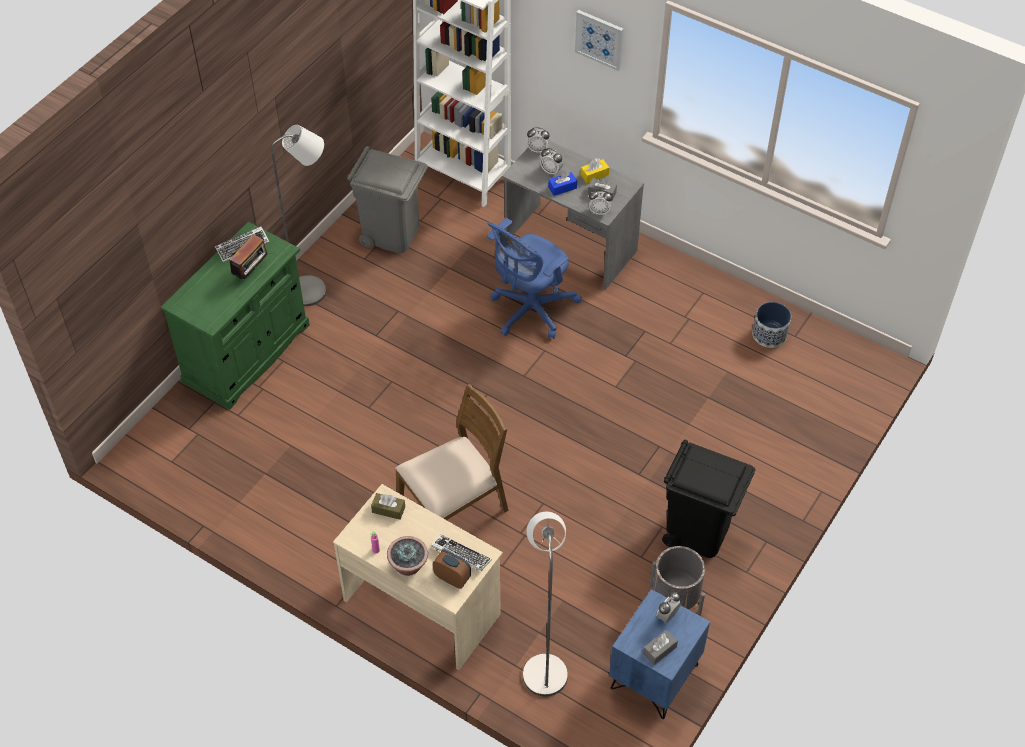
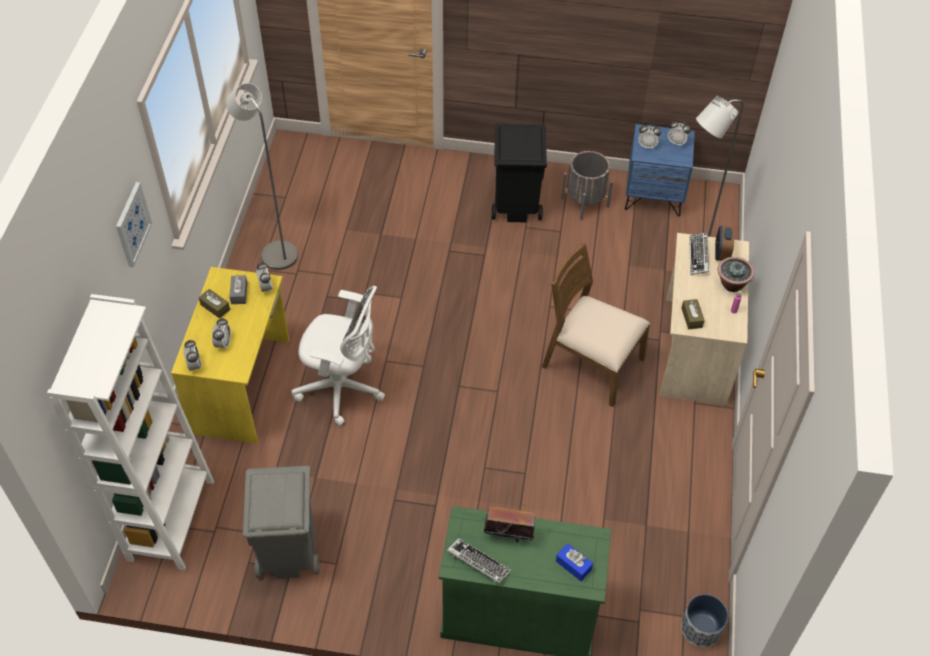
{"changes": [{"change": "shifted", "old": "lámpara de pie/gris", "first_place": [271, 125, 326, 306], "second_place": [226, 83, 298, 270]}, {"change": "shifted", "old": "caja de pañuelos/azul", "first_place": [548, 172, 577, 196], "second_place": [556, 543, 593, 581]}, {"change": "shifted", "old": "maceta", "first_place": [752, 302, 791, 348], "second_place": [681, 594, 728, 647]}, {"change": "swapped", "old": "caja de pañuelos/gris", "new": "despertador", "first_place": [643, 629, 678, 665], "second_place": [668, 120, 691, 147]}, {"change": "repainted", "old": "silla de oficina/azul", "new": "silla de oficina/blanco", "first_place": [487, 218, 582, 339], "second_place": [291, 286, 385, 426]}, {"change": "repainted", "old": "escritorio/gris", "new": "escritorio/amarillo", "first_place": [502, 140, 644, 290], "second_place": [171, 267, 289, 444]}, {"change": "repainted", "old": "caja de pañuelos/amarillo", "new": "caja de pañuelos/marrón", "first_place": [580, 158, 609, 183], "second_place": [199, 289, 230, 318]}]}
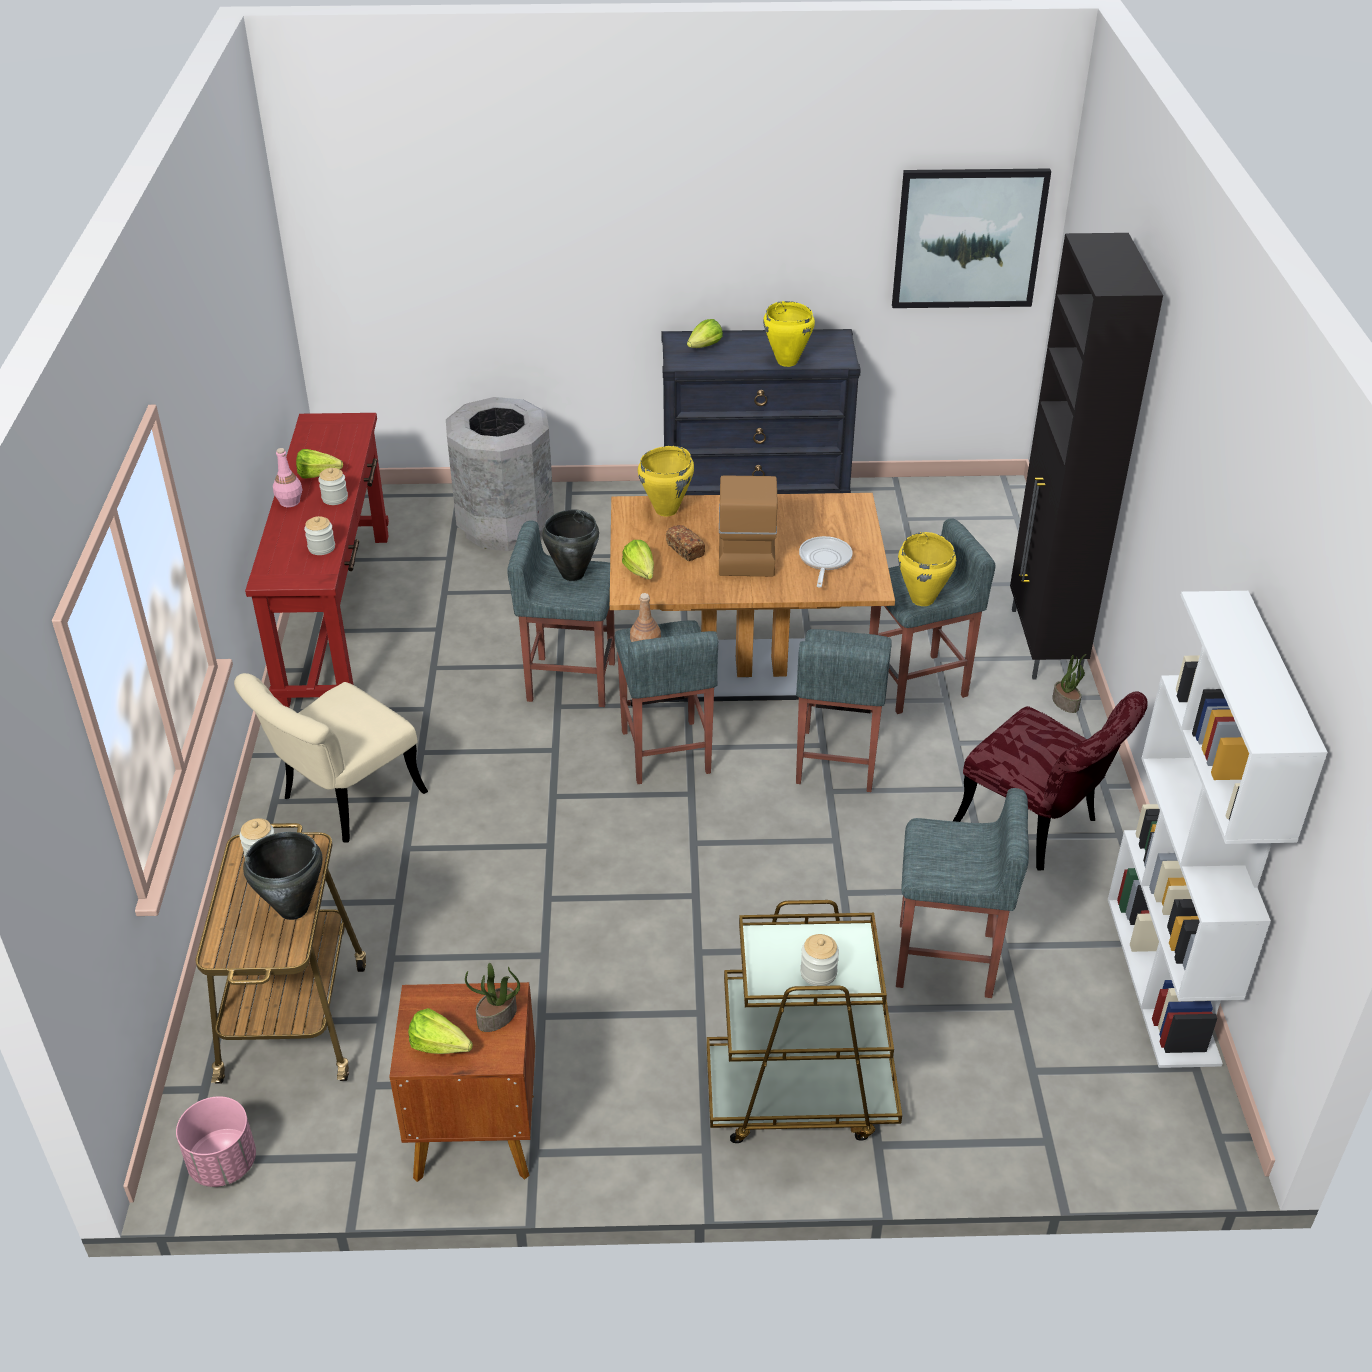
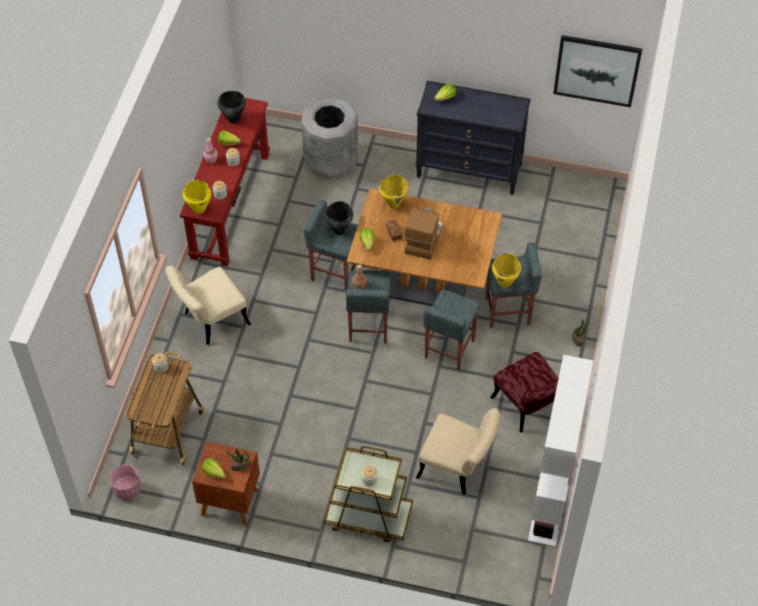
{"changes": [{"change": "gone", "old": "sartén", "first_place": [799, 536, 852, 588]}, {"change": "gone", "old": "armario/negro", "first_place": [1010, 233, 1163, 680]}, {"change": "shifted", "old": "olla/negro", "first_place": [243, 832, 322, 920], "second_place": [217, 91, 246, 123]}, {"change": "shifted", "old": "olla/amarillo", "first_place": [763, 301, 815, 367], "second_place": [183, 180, 211, 214]}, {"change": "swapped", "old": "taburete/gris", "new": "silla/beis", "first_place": [896, 788, 1029, 998], "second_place": [416, 408, 500, 495]}]}
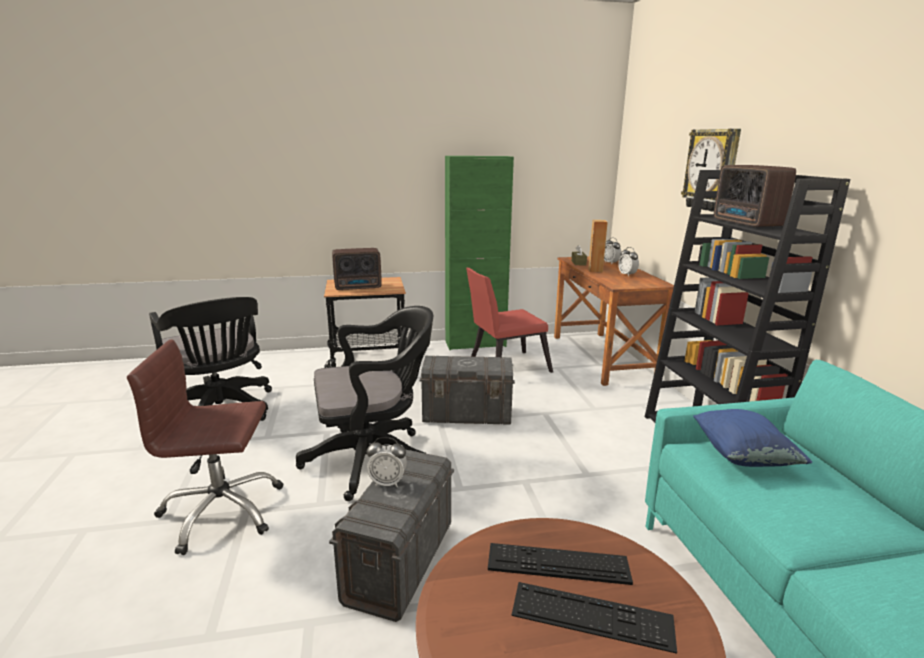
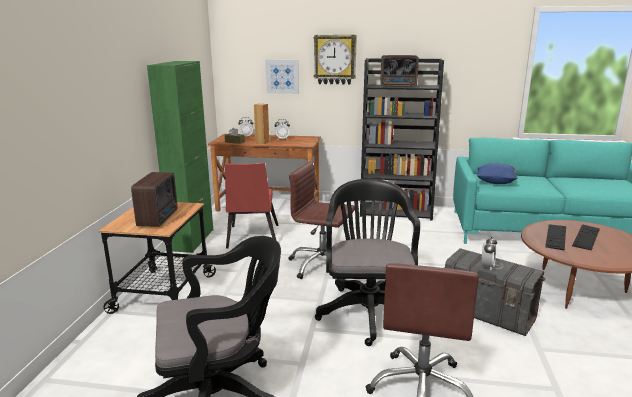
{"changes": [{"change": "new", "new": "cuadro", "second_place": [265, 60, 299, 94]}, {"change": "swapped", "old": "caja de almacenaje/gris", "new": "silla de oficina/marrón", "first_place": [420, 356, 515, 425], "second_place": [289, 161, 355, 279]}]}
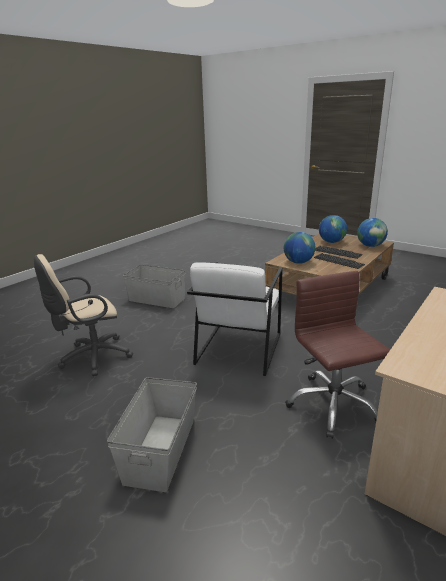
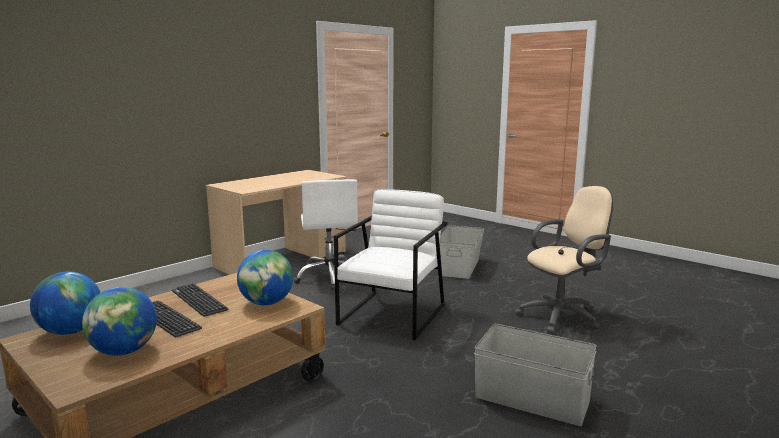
{"changes": [{"change": "repainted", "old": "silla de oficina/marrón", "new": "silla de oficina/blanco", "first_place": [285, 271, 390, 439], "second_place": [294, 179, 358, 290]}]}
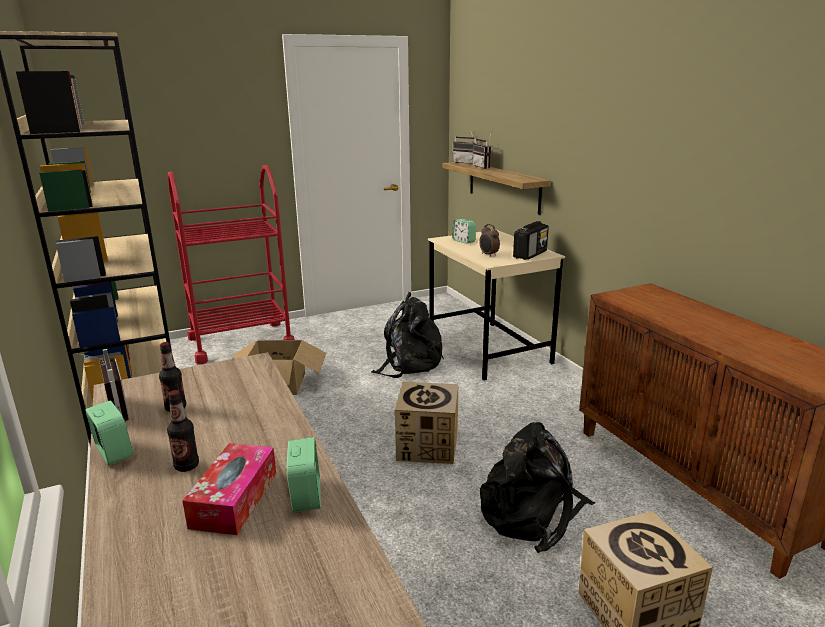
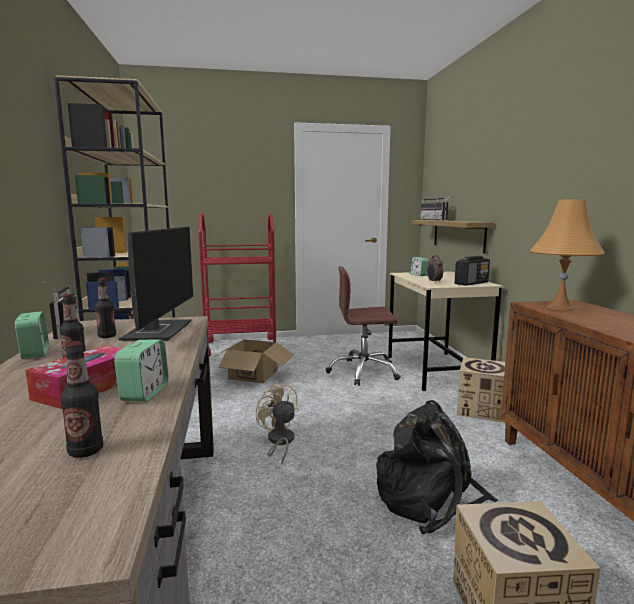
{"changes": [{"change": "new", "new": "botella", "second_place": [61, 341, 103, 458]}, {"change": "new", "new": "monitor", "second_place": [119, 226, 193, 341]}, {"change": "new", "new": "ventilador/beis", "second_place": [255, 382, 299, 465]}, {"change": "new", "new": "lámpara de mesa/naranja", "second_place": [530, 199, 604, 310]}, {"change": "shifted", "old": "caja de cartón", "first_place": [395, 382, 458, 464], "second_place": [457, 357, 506, 423]}, {"change": "swapped", "old": "mochila/negro", "new": "silla de oficina/marrón", "first_place": [371, 292, 444, 378], "second_place": [326, 266, 401, 386]}]}
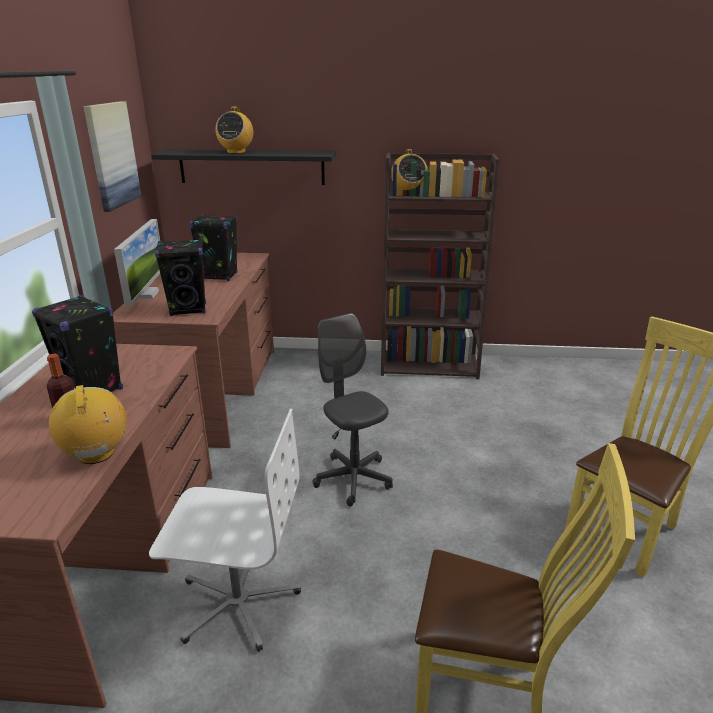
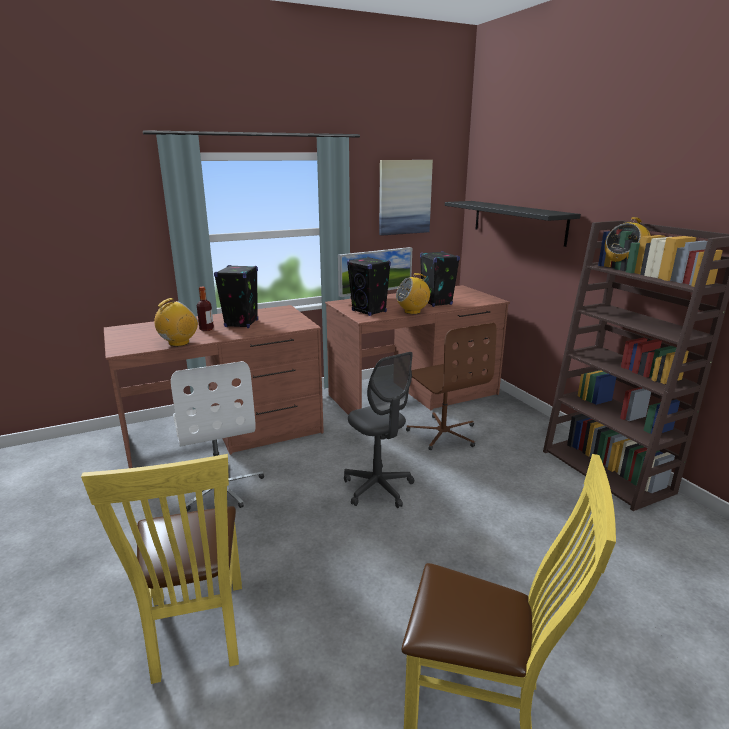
{"changes": [{"change": "new", "new": "silla de oficina/marrón", "second_place": [406, 323, 497, 450]}, {"change": "shifted", "old": "radio", "first_place": [215, 106, 253, 154], "second_place": [396, 273, 430, 314]}, {"change": "rotated", "old": "silla de oficina/gris", "first_place": [312, 313, 393, 507], "second_place": [344, 352, 414, 508], "degrees": 120}]}
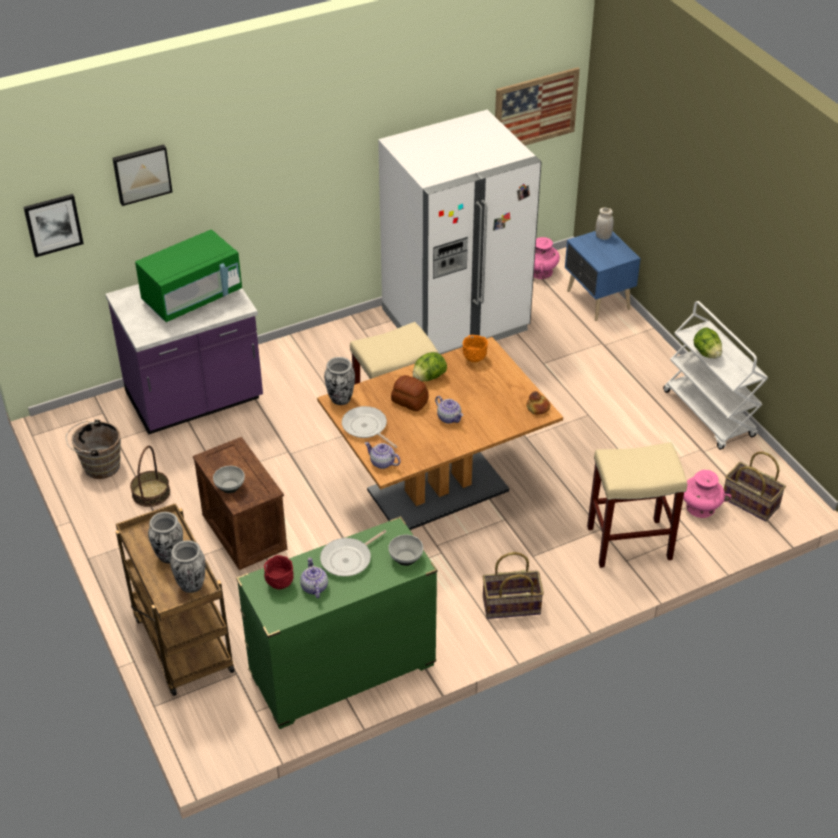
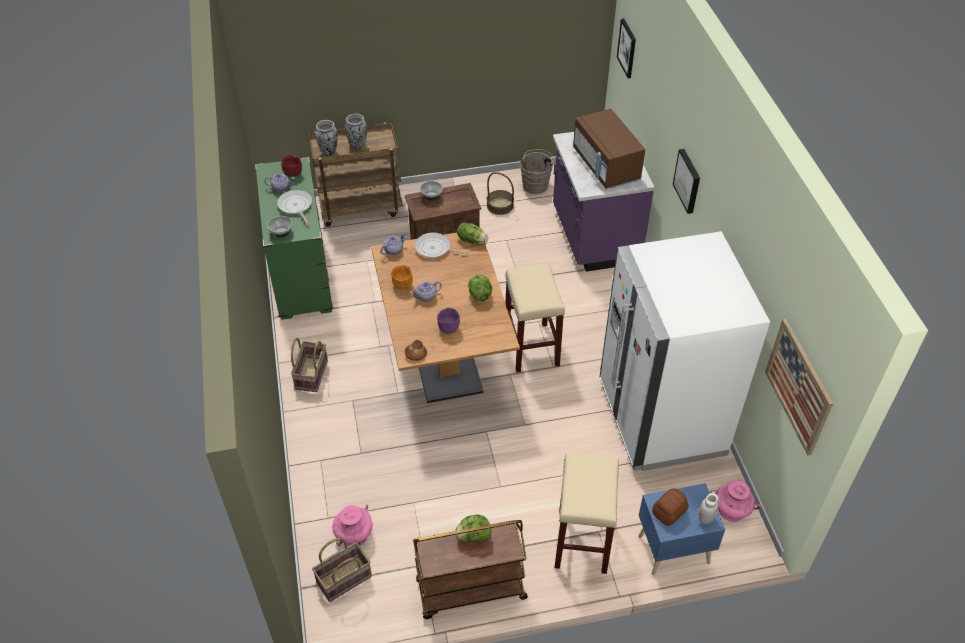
{"changes": [{"change": "new", "new": "cuenco/morado", "second_place": [437, 308, 460, 334]}, {"change": "shifted", "old": "cuadro", "first_place": [112, 144, 172, 206], "second_place": [672, 149, 700, 214]}, {"change": "shifted", "old": "pan", "first_place": [391, 375, 429, 411], "second_place": [652, 488, 689, 526]}, {"change": "shifted", "old": "cuenco/naranja", "first_place": [463, 335, 488, 363], "second_place": [391, 265, 413, 290]}, {"change": "shifted", "old": "taburete/beis", "first_place": [587, 442, 687, 568], "second_place": [555, 453, 619, 574]}, {"change": "swapped", "old": "florero", "new": "lechuga", "first_place": [324, 357, 355, 405], "second_place": [457, 222, 488, 244]}, {"change": "repainted", "old": "microondas/verde", "new": "microondas/marrón", "first_place": [135, 230, 242, 322], "second_place": [573, 109, 645, 189]}, {"change": "repainted", "old": "carrito/blanco", "new": "carrito/marrón", "first_place": [663, 301, 768, 450], "second_place": [413, 520, 528, 619]}, {"change": "rotated", "old": "sartén", "first_place": [342, 406, 398, 448], "second_place": [415, 233, 469, 258], "degrees": -135}]}
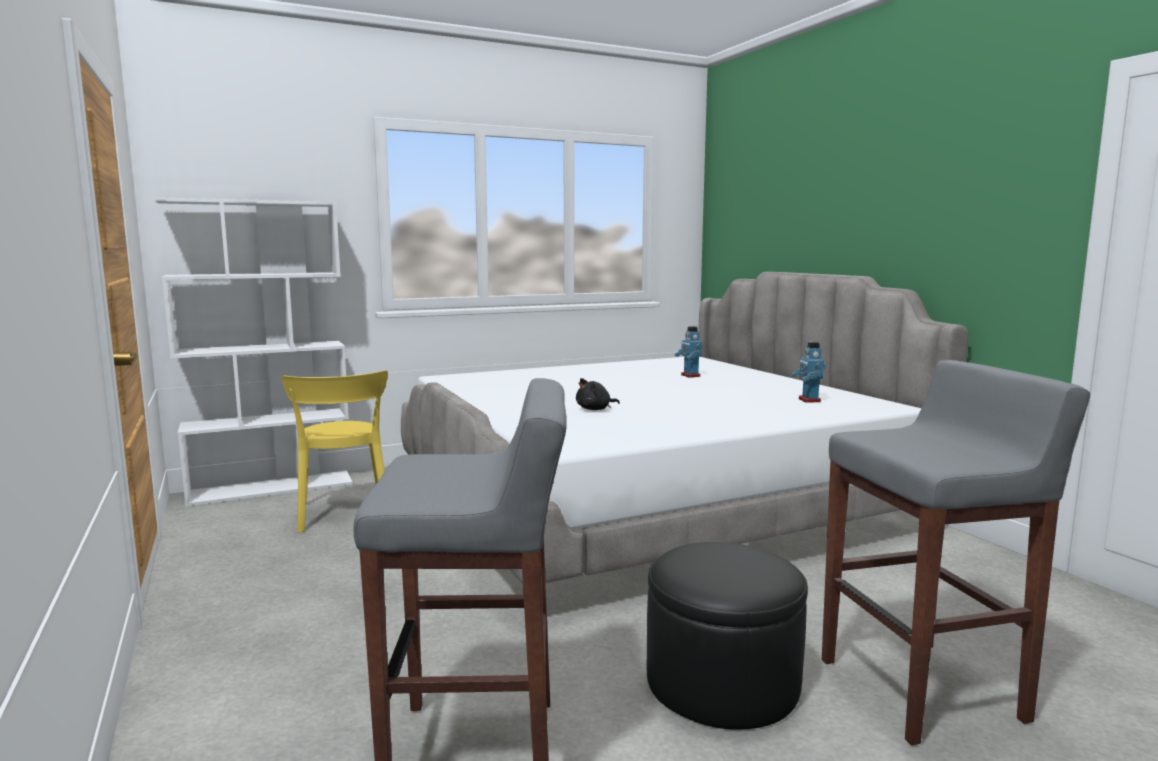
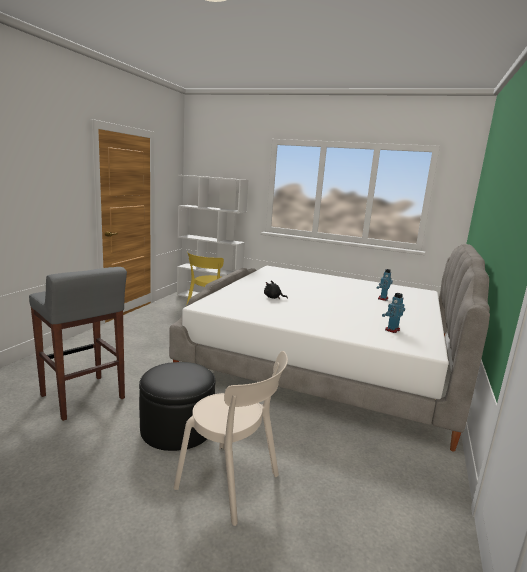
{"changes": [{"change": "swapped", "old": "taburete/gris", "new": "silla/beis", "first_place": [822, 360, 1090, 745], "second_place": [174, 351, 288, 526]}]}
